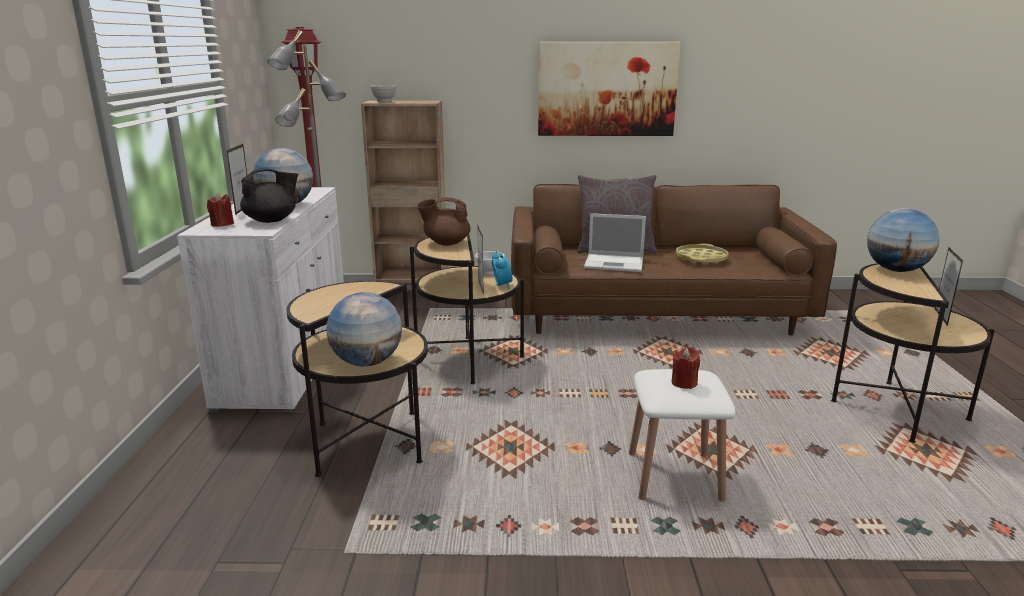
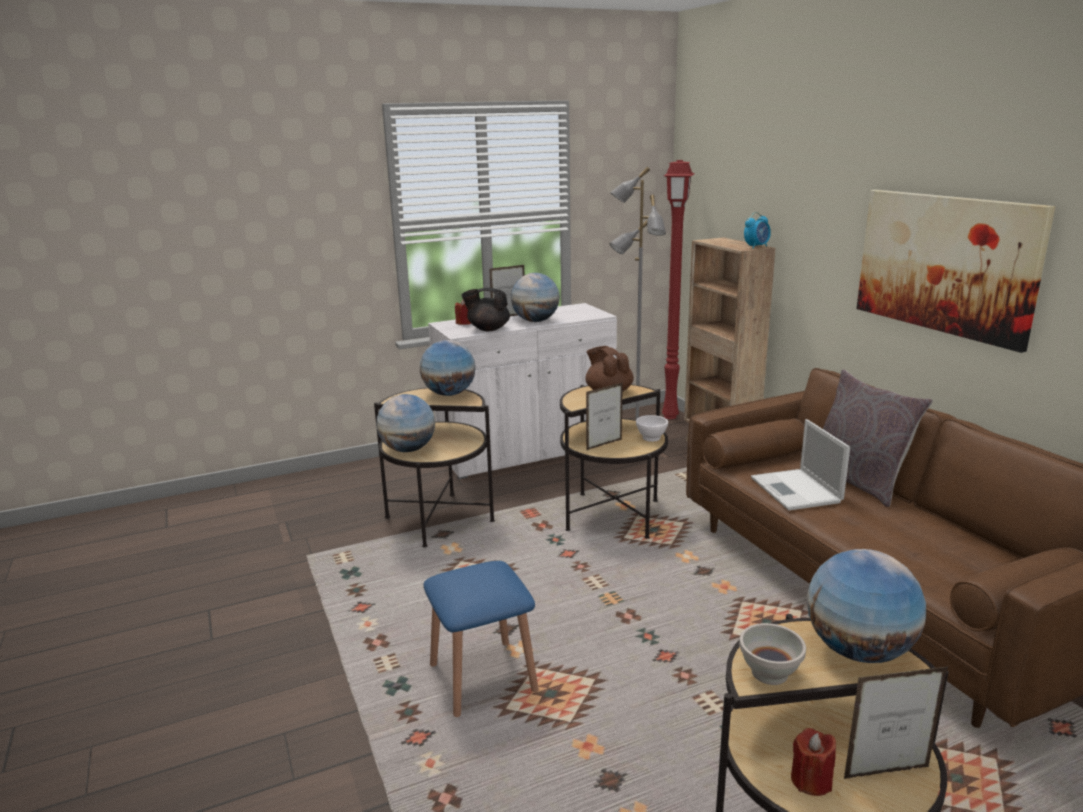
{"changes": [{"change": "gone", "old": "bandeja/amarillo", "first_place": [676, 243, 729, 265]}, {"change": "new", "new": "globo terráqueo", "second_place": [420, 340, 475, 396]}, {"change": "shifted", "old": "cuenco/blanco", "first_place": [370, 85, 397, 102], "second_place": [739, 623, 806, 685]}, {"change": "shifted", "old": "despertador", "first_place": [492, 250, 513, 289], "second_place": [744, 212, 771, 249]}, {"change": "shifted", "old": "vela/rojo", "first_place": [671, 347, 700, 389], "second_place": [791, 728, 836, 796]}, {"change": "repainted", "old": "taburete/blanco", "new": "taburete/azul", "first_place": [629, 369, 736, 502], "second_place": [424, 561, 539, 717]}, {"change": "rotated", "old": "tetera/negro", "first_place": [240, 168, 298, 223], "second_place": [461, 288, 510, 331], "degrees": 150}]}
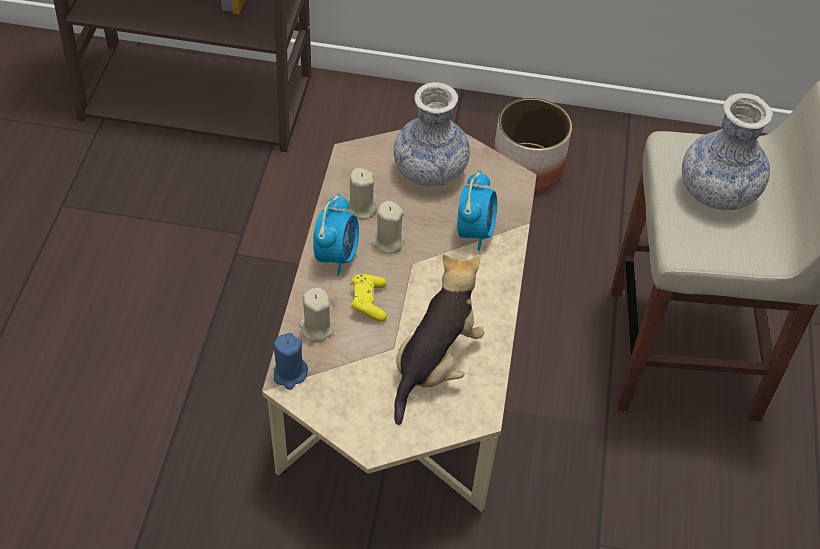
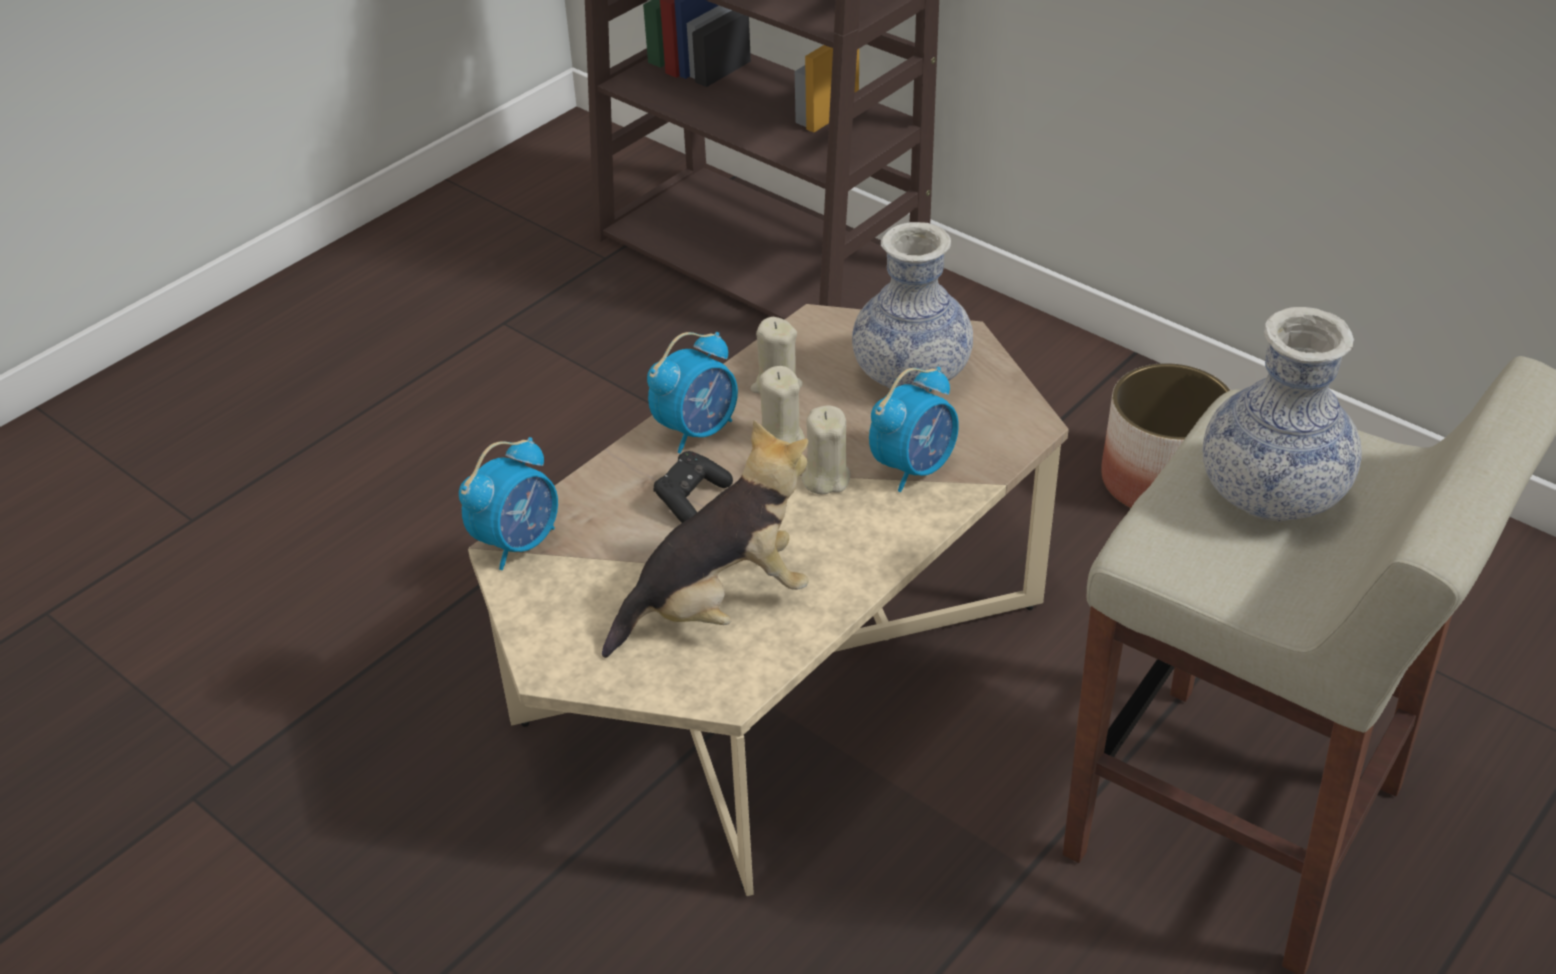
{"changes": [{"change": "shifted", "old": "vela/beis", "first_place": [299, 288, 334, 343], "second_place": [801, 406, 851, 495]}, {"change": "swapped", "old": "vela/azul", "new": "despertador", "first_place": [273, 333, 308, 390], "second_place": [459, 437, 558, 570]}, {"change": "repainted", "old": "mando de consola/amarillo", "new": "mando de consola/negro", "first_place": [350, 274, 387, 322], "second_place": [654, 451, 733, 523]}]}
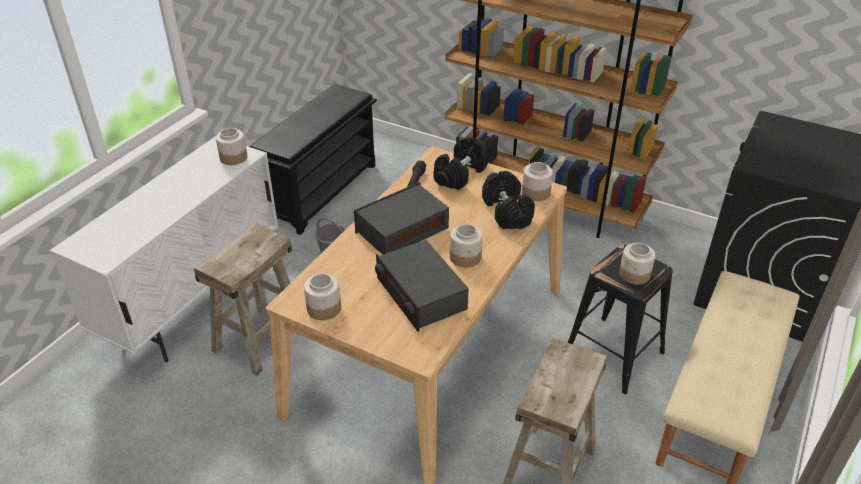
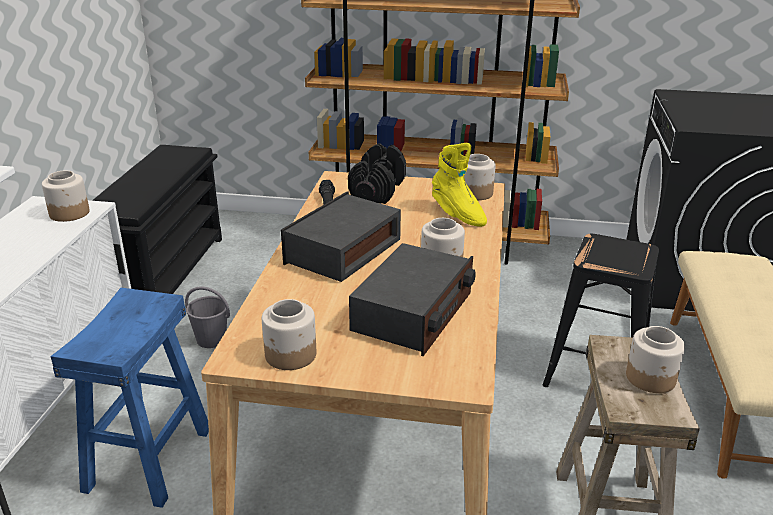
{"changes": [{"change": "shifted", "old": "tarro", "first_place": [619, 243, 655, 285], "second_place": [626, 326, 685, 393]}, {"change": "swapped", "old": "mancuerna/negro", "new": "bota/amarillo", "first_place": [482, 171, 535, 229], "second_place": [432, 143, 487, 227]}, {"change": "repainted", "old": "taburete/beis", "new": "taburete/azul", "first_place": [194, 222, 292, 376], "second_place": [51, 288, 209, 508]}, {"change": "rotated", "old": "radio", "first_place": [375, 240, 468, 332], "second_place": [349, 243, 476, 356], "degrees": -105}]}
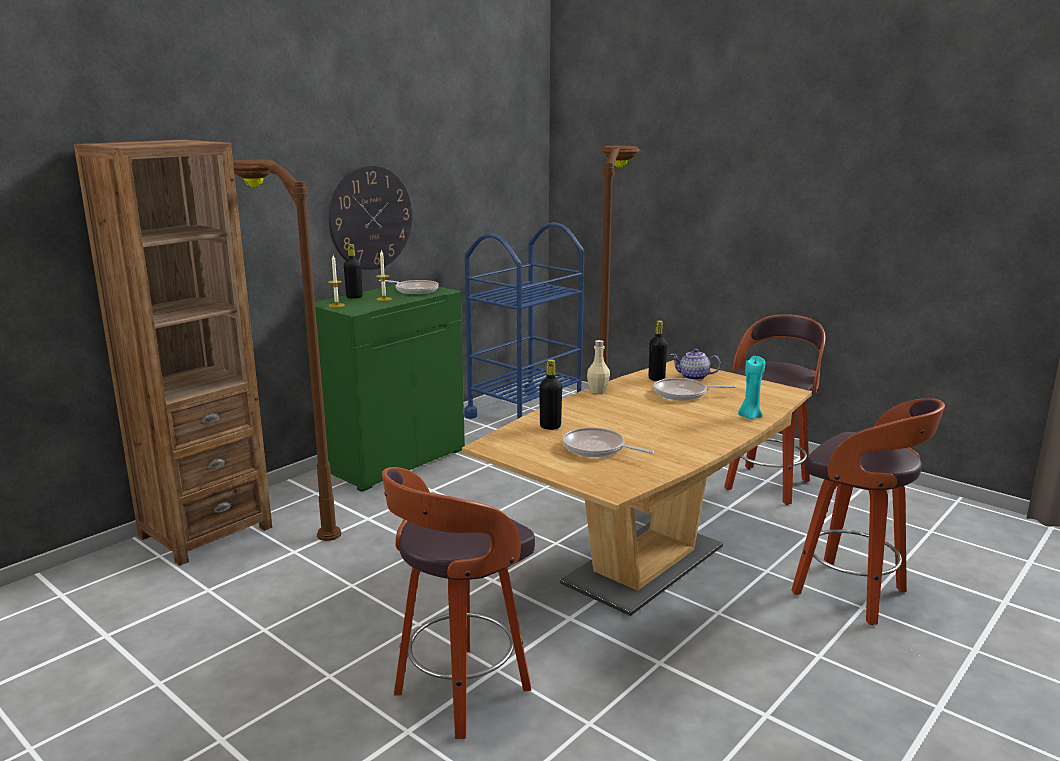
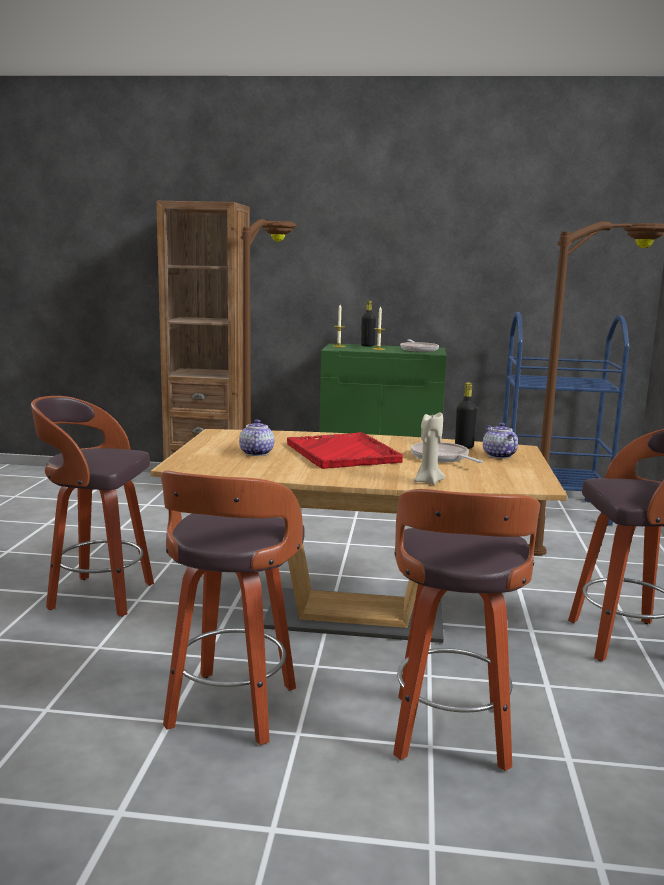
{"changes": [{"change": "gone", "old": "reloj de pared", "first_place": [329, 165, 412, 270]}, {"change": "gone", "old": "botella/negro", "first_place": [539, 359, 562, 430]}, {"change": "gone", "old": "botella/beis", "first_place": [587, 340, 610, 394]}, {"change": "new", "new": "taburete", "second_place": [161, 470, 305, 745]}, {"change": "new", "new": "bandeja/rojo", "second_place": [287, 432, 403, 469]}, {"change": "swapped", "old": "sartén", "new": "tetera", "first_place": [562, 427, 654, 457], "second_place": [239, 419, 274, 456]}, {"change": "repainted", "old": "vela/turquesa", "new": "vela/beis", "first_place": [738, 356, 765, 420], "second_place": [414, 411, 445, 485]}]}
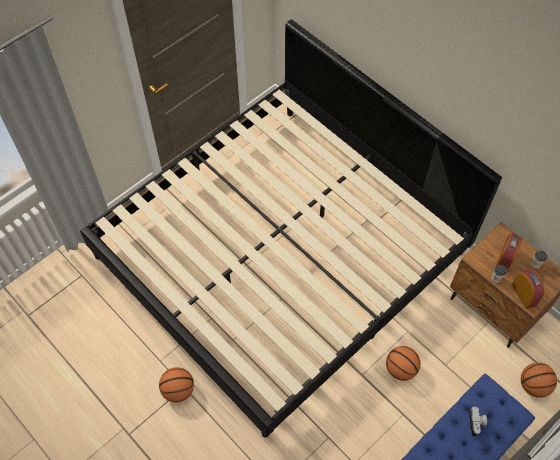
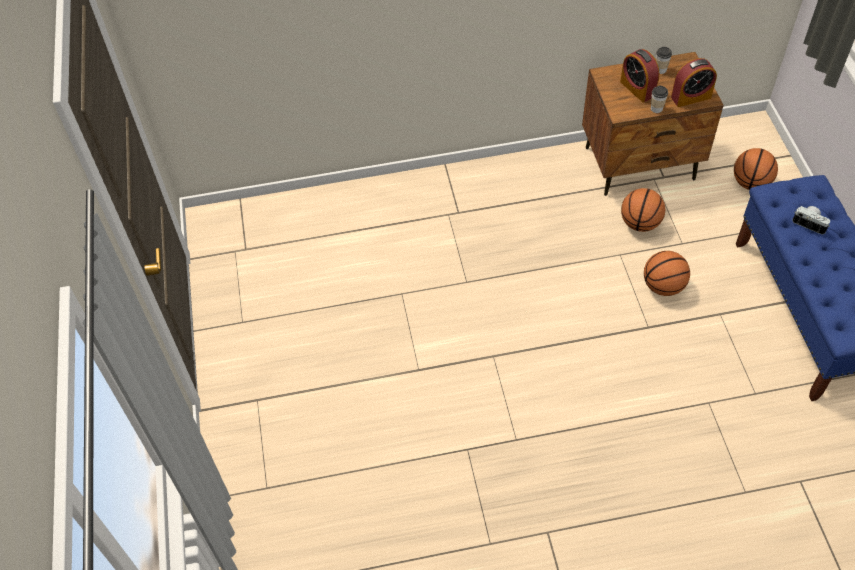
{"changes": [{"change": "gone", "old": "cama", "first_place": [80, 19, 502, 438]}, {"change": "shifted", "old": "balón de baloncesto", "first_place": [159, 367, 194, 403], "second_place": [621, 188, 665, 232]}, {"change": "rotated", "old": "despertador", "first_place": [512, 269, 545, 309], "second_place": [671, 58, 717, 107], "degrees": 150}]}
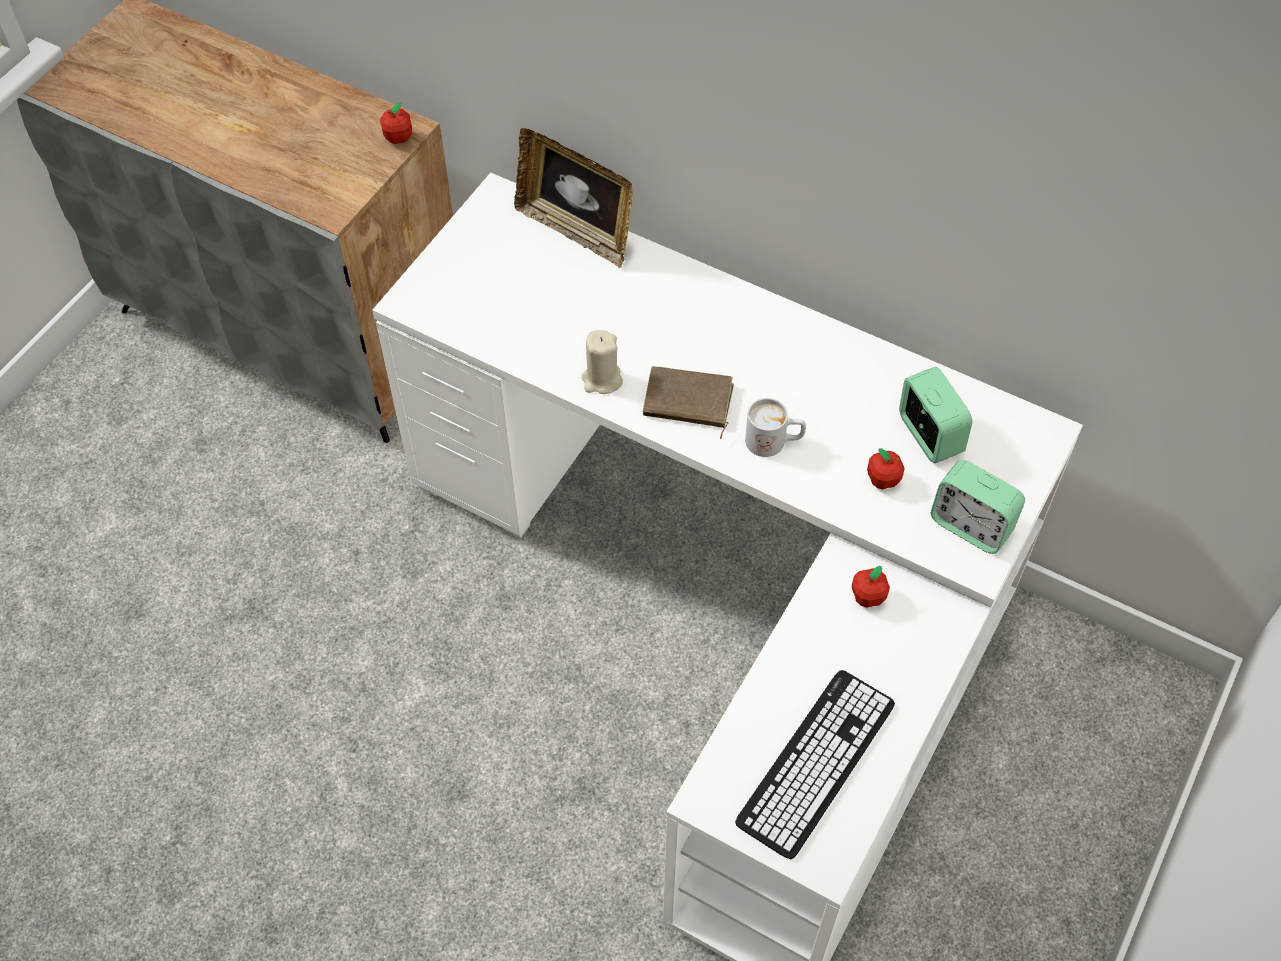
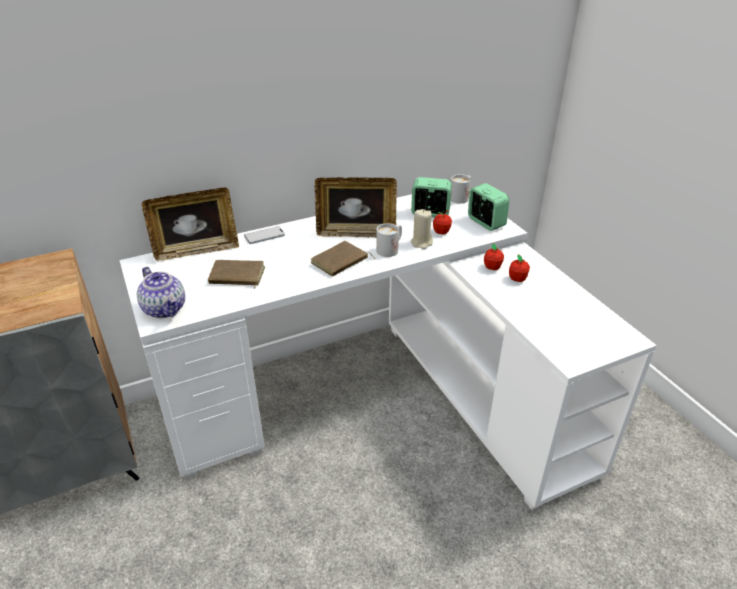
{"changes": [{"change": "gone", "old": "teclado", "first_place": [735, 670, 895, 859]}, {"change": "new", "new": "tetera", "second_place": [137, 267, 185, 318]}, {"change": "new", "new": "libro/marrón", "second_place": [208, 260, 265, 289]}, {"change": "new", "new": "móvil", "second_place": [244, 226, 285, 244]}, {"change": "new", "new": "portarretratos", "second_place": [315, 177, 397, 238]}, {"change": "new", "new": "taza grande/blanco", "second_place": [451, 174, 471, 204]}, {"change": "shifted", "old": "manzana", "first_place": [380, 103, 412, 144], "second_place": [509, 255, 530, 282]}, {"change": "shifted", "old": "vela/beis", "first_place": [582, 330, 623, 394], "second_place": [411, 209, 433, 249]}, {"change": "rotated", "old": "despertador", "first_place": [931, 460, 1025, 554], "second_place": [468, 183, 509, 231], "degrees": -105}]}
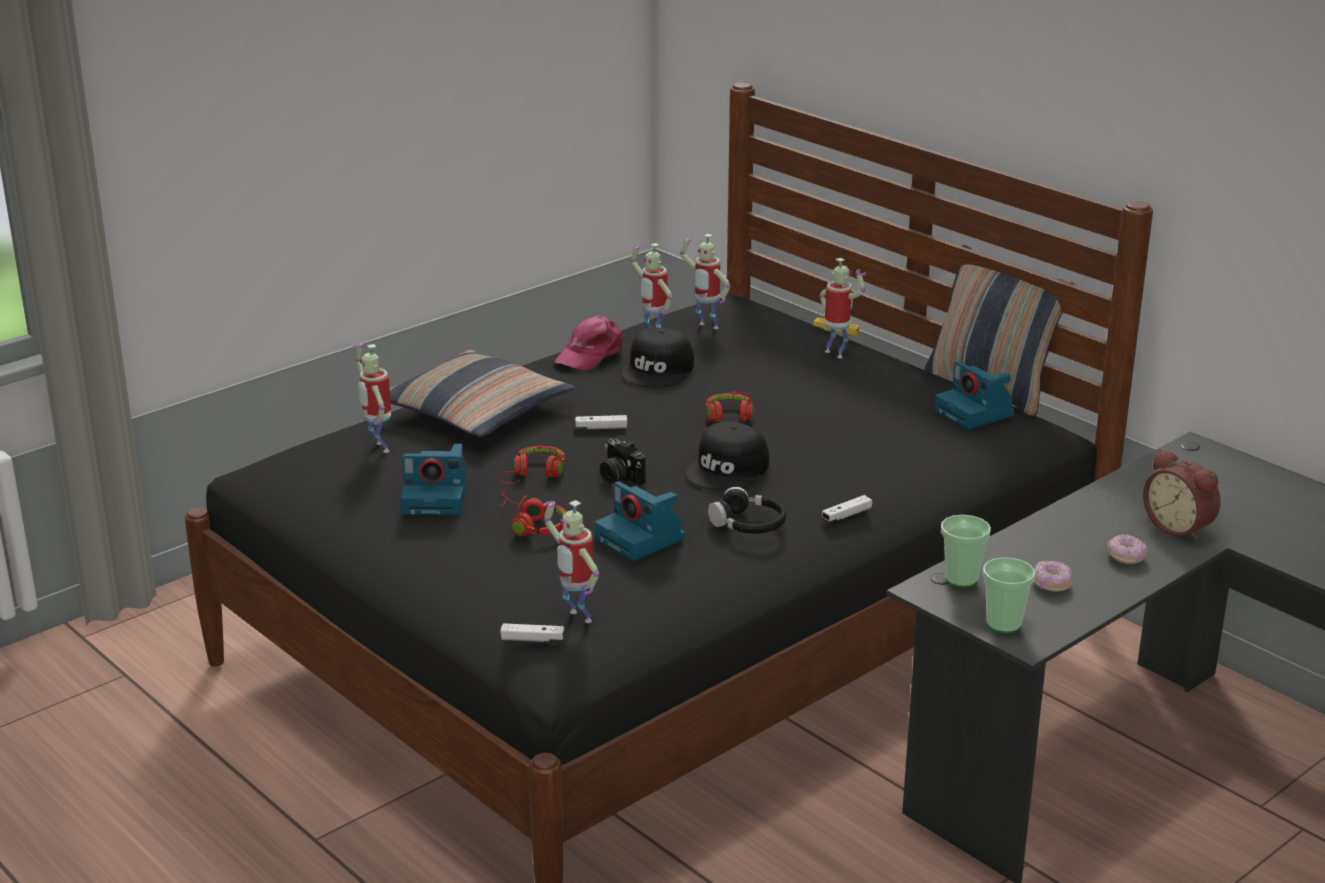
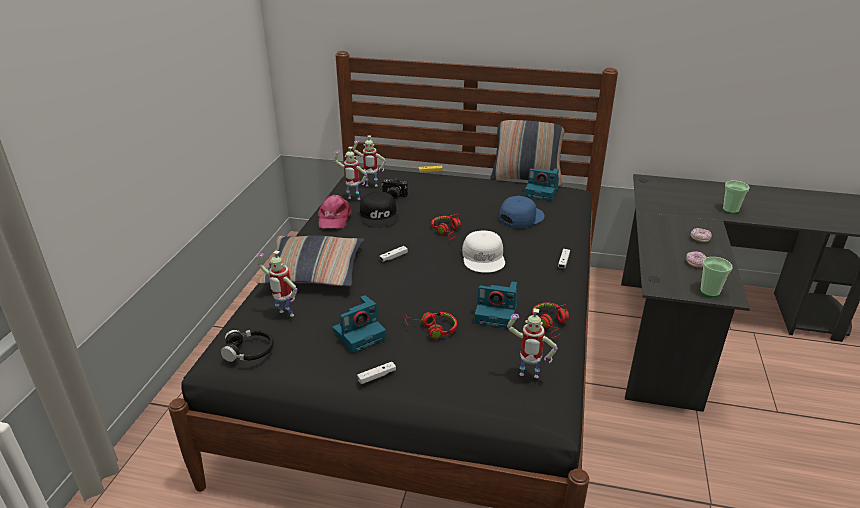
{"changes": [{"change": "gone", "old": "robot de juguete", "first_place": [819, 258, 866, 358]}, {"change": "gone", "old": "despertador", "first_place": [1143, 449, 1221, 542]}, {"change": "new", "new": "gorra/azul", "second_place": [499, 196, 545, 228]}, {"change": "shifted", "old": "auriculares/rojo", "first_place": [499, 445, 565, 484], "second_place": [532, 302, 569, 338]}, {"change": "shifted", "old": "mando de consola/blanco", "first_place": [500, 623, 565, 642], "second_place": [357, 362, 396, 384]}, {"change": "shifted", "old": "cámara", "first_place": [600, 438, 646, 485], "second_place": [381, 178, 408, 200]}, {"change": "shifted", "old": "auriculares/negro", "first_place": [708, 487, 786, 534], "second_place": [221, 330, 274, 362]}, {"change": "shifted", "old": "taza", "first_place": [941, 515, 991, 587], "second_place": [723, 181, 749, 213]}, {"change": "repainted", "old": "gorra/negro", "new": "gorra/blanco", "first_place": [685, 421, 769, 491], "second_place": [462, 231, 505, 273]}]}
